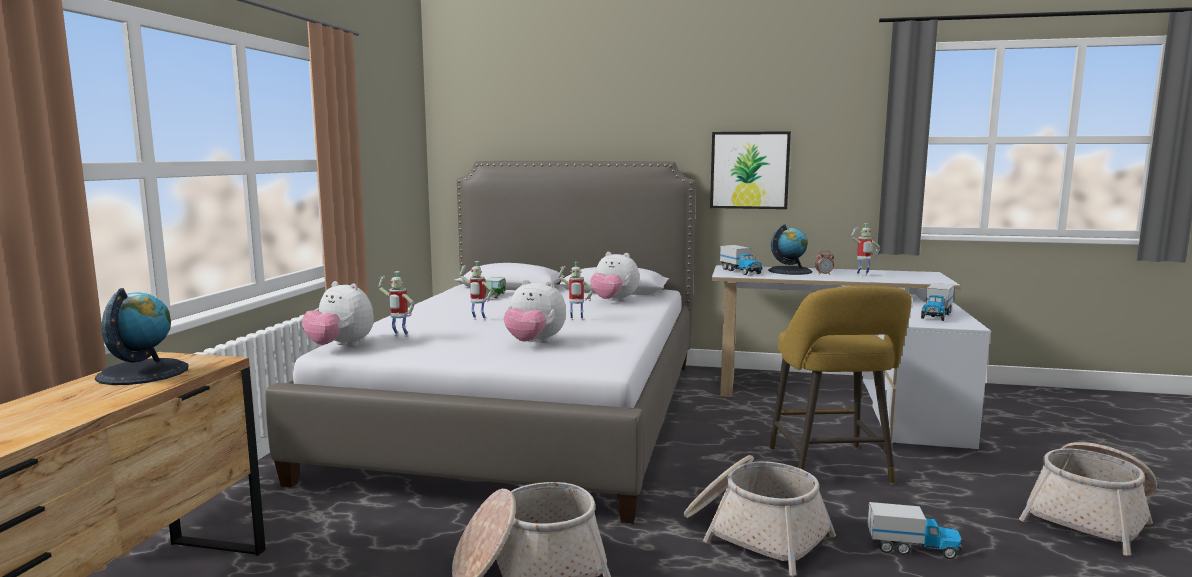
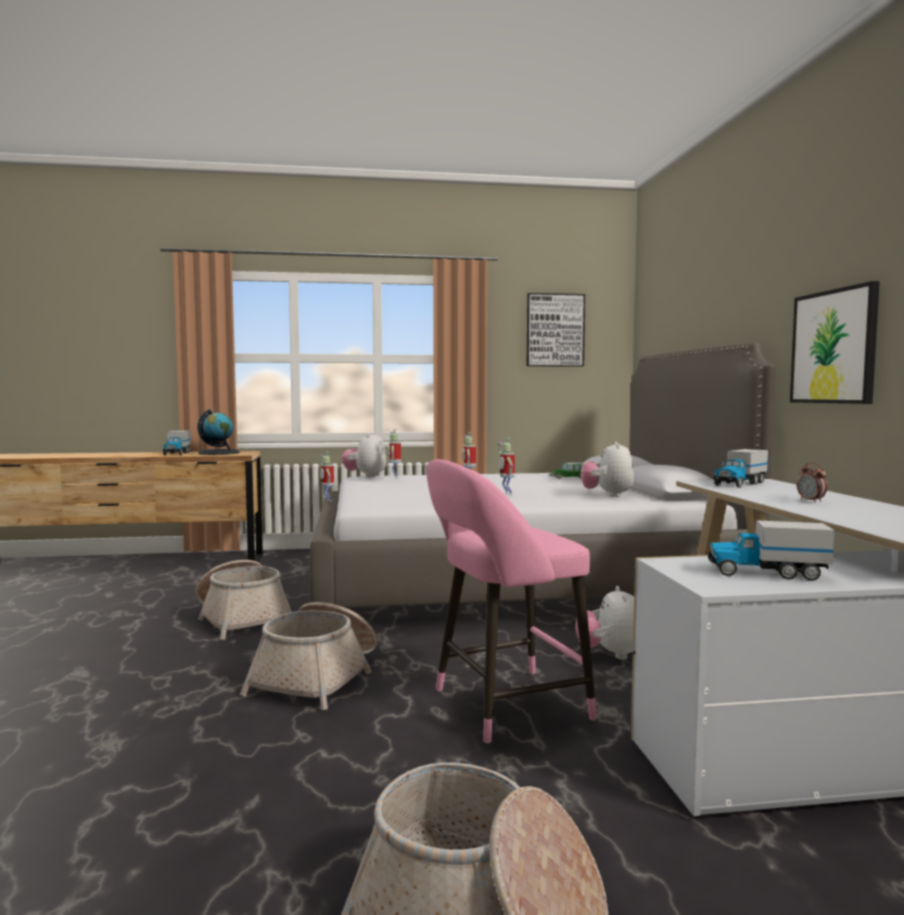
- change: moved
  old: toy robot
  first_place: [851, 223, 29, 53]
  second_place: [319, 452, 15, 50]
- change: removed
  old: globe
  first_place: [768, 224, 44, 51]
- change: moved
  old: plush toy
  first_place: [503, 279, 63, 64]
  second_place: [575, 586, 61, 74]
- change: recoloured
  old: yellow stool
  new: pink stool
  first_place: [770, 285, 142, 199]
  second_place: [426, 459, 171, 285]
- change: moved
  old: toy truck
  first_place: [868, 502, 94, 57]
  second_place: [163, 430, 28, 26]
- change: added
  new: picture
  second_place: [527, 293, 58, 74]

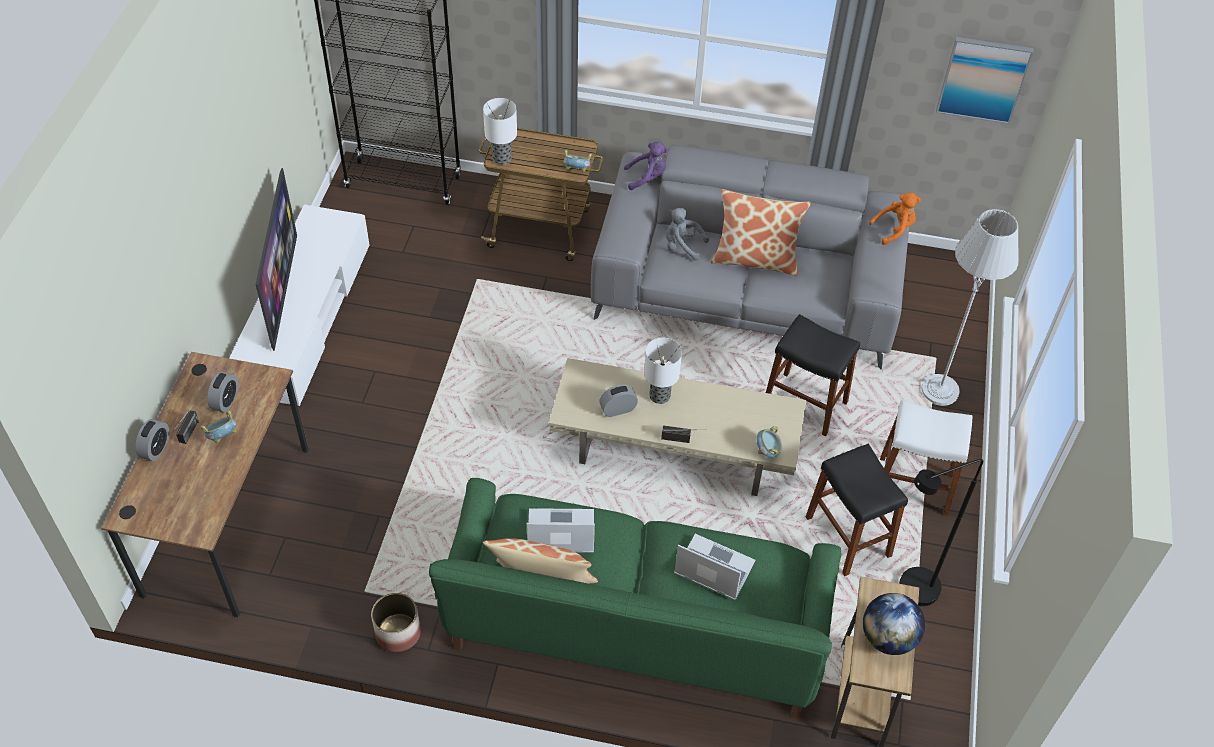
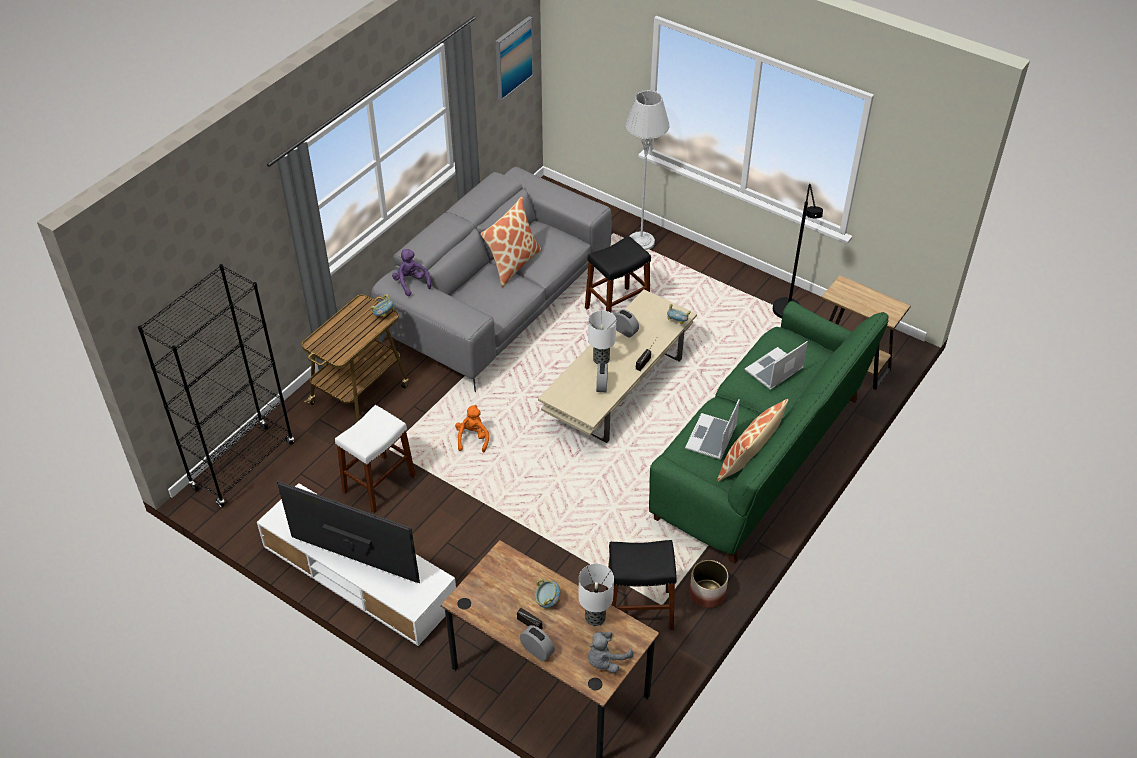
- change: moved
  old: table lamp
  first_place: [483, 98, 34, 67]
  second_place: [579, 564, 35, 62]
- change: turned
  old: purple plush toy
  first_place: [624, 142, 44, 48]
  second_place: [392, 249, 39, 47]
  degrees: -45
- change: moved
  old: orange plush toy
  first_place: [869, 192, 52, 53]
  second_place: [455, 405, 34, 47]
- change: moved
  old: grey plush toy
  first_place: [666, 208, 43, 53]
  second_place: [588, 632, 45, 41]
- change: moved
  old: alarm clock
  first_place: [207, 372, 32, 40]
  second_place: [614, 309, 25, 29]
- change: moved
  old: white stool
  first_place: [880, 400, 92, 116]
  second_place: [335, 405, 81, 108]
- change: moved
  old: black stool
  first_place: [806, 444, 102, 132]
  second_place: [605, 540, 72, 90]
- change: removed
  old: globe
  first_place: [863, 593, 62, 62]

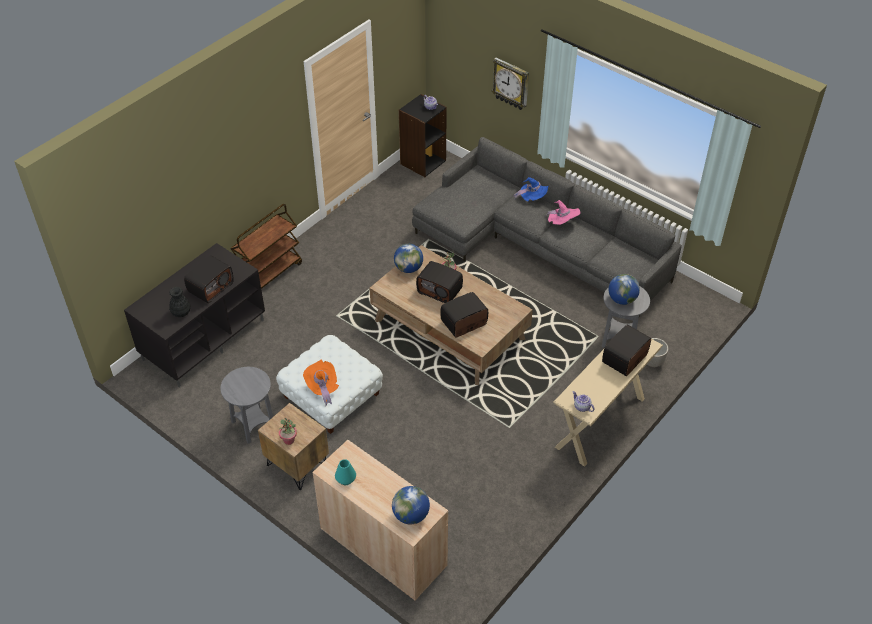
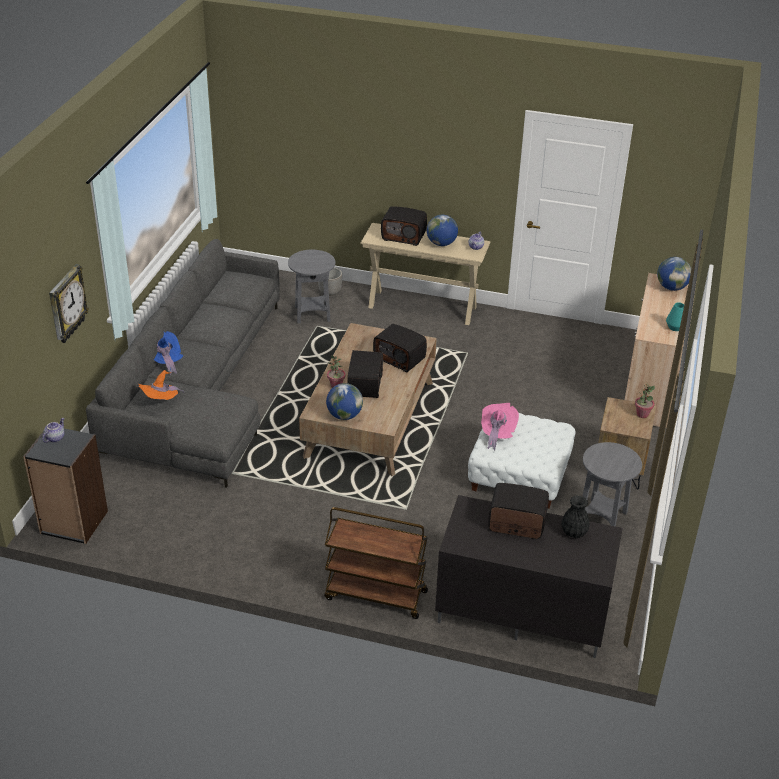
- change: moved
  old: pink hat
  first_place: [545, 200, 35, 25]
  second_place: [481, 403, 38, 47]
- change: moved
  old: globe
  first_place: [609, 274, 31, 31]
  second_place: [427, 215, 31, 31]
- change: moved
  old: orange hat
  first_place: [303, 360, 36, 46]
  second_place: [138, 370, 47, 30]

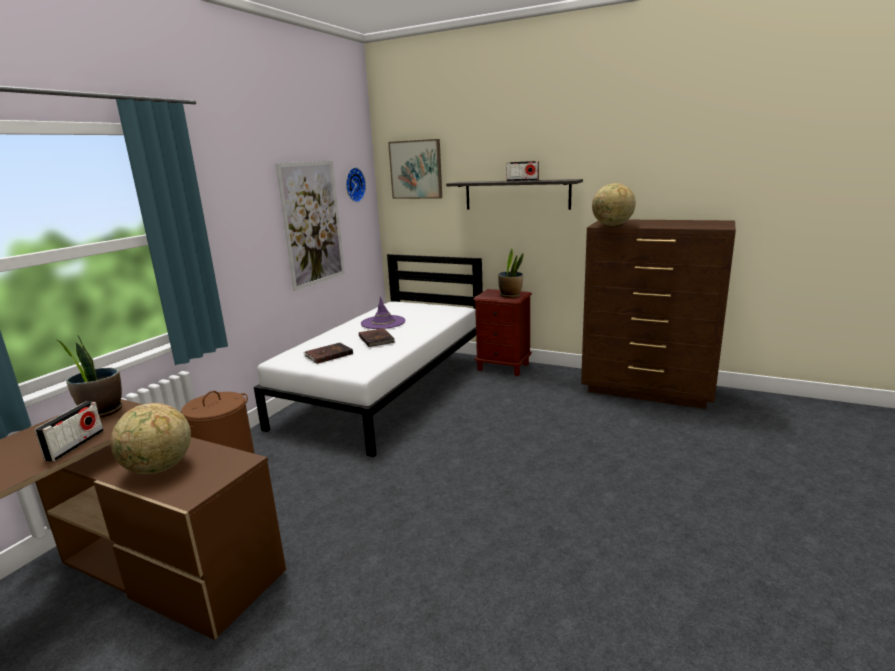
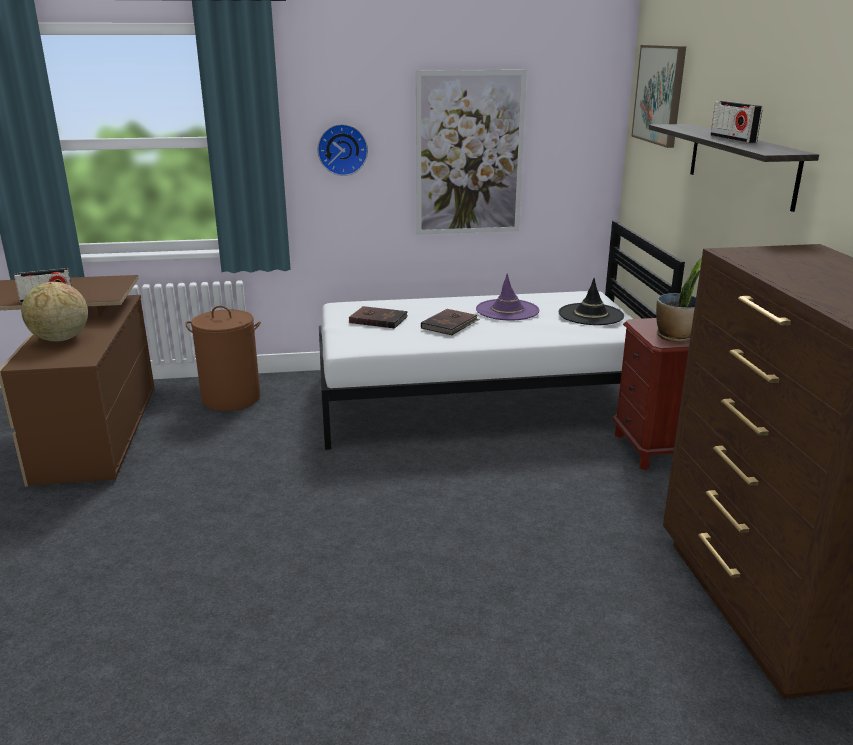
- change: moved
  old: wall clock
  first_place: [346, 168, 20, 34]
  second_place: [317, 124, 51, 52]
- change: removed
  old: globe
  first_place: [592, 183, 44, 43]
- change: removed
  old: potted plant
  first_place: [57, 335, 66, 83]
- change: added
  new: black hat
  second_place: [559, 278, 65, 47]

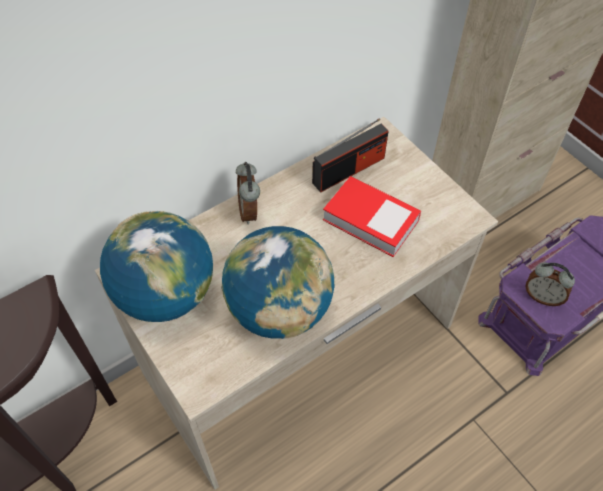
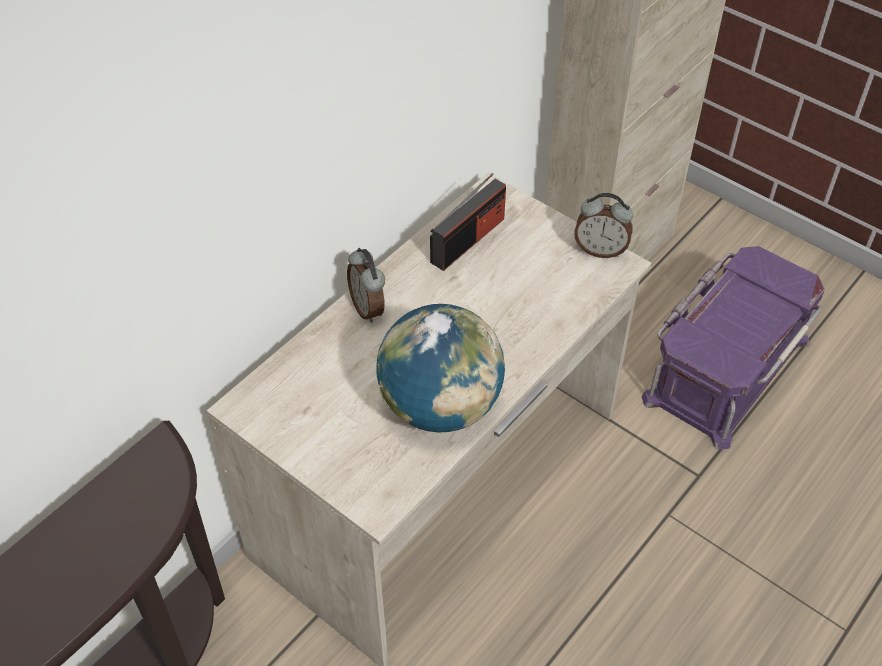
- change: removed
  old: book
  first_place: [323, 176, 98, 81]
- change: removed
  old: globe
  first_place: [100, 211, 113, 111]
- change: moved
  old: alarm clock
  first_place: [525, 263, 50, 43]
  second_place: [574, 193, 59, 65]

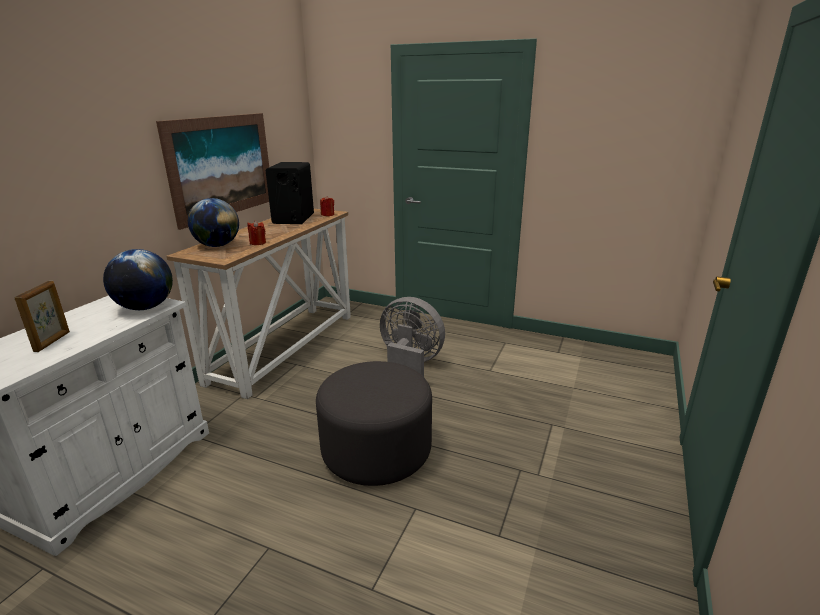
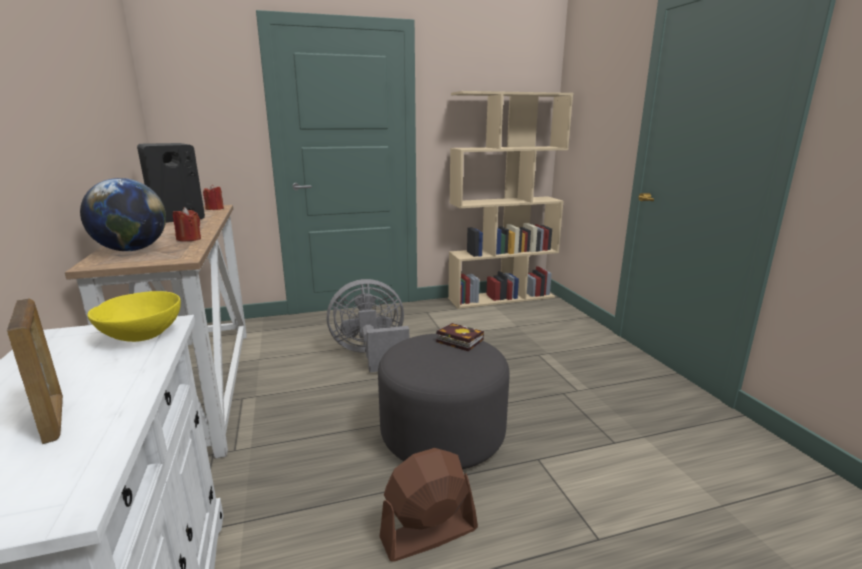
- change: removed
  old: picture
  first_place: [156, 113, 113, 117]
- change: replaced
  old: globe
  new: yellow bowl
  first_place: [103, 249, 70, 61]
  second_place: [88, 291, 93, 51]
- change: added
  new: beige bookcase
  second_place: [448, 91, 125, 218]
- change: added
  new: book
  second_place: [436, 323, 48, 28]
- change: added
  new: brown fan
  second_place: [379, 448, 99, 114]

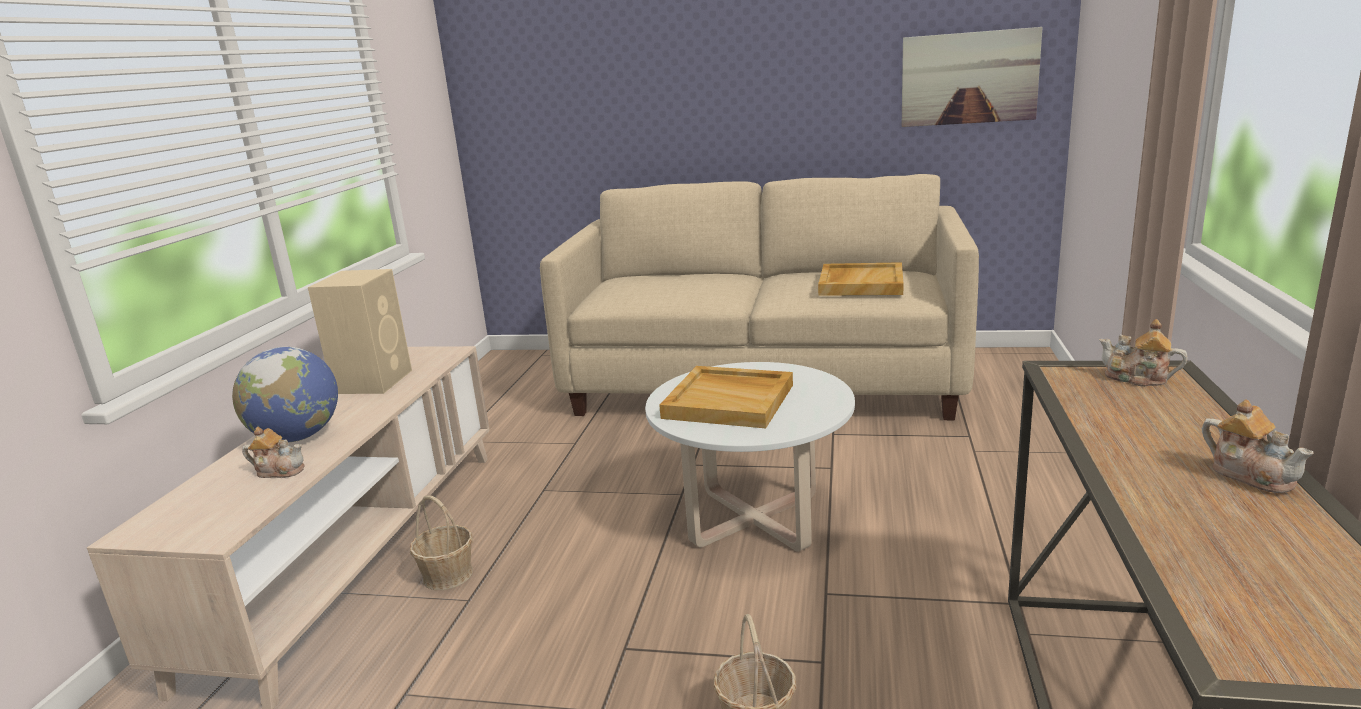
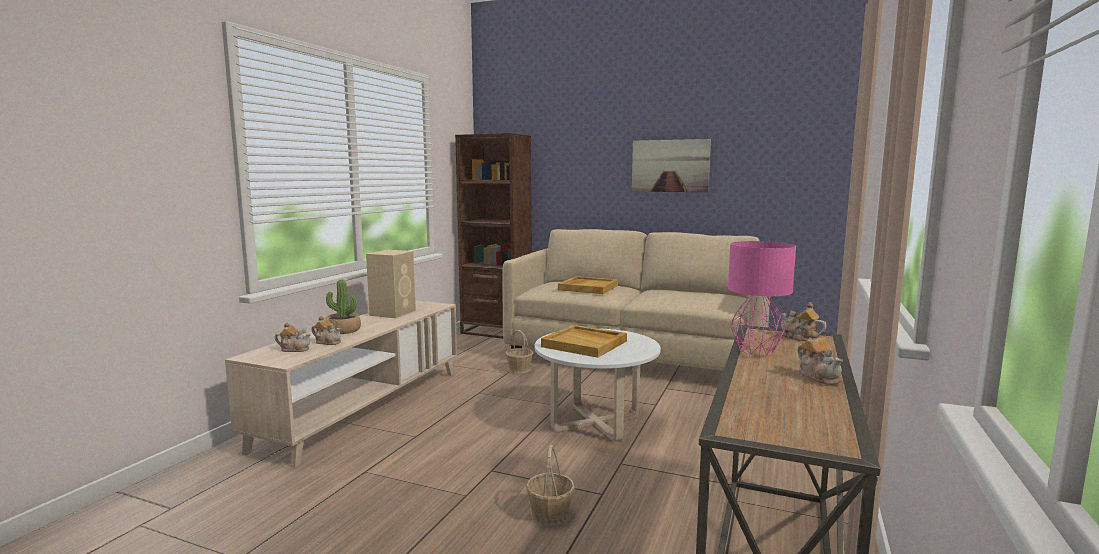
- change: moved
  old: picture
  first_place: [902, 27, 141, 100]
  second_place: [632, 139, 79, 53]
- change: moved
  old: beige tray
  first_place: [818, 262, 86, 34]
  second_place: [558, 276, 60, 18]
- change: replaced
  old: globe
  new: potted plant
  first_place: [232, 347, 106, 95]
  second_place: [326, 279, 35, 55]
- change: moved
  old: basket
  first_place: [410, 495, 63, 95]
  second_place: [505, 330, 28, 44]
- change: added
  new: brown bookcase
  second_place: [455, 133, 76, 206]
- change: added
  new: pink table lamp
  second_place: [728, 241, 68, 115]
- change: added
  new: teapot
  second_place: [275, 322, 36, 30]

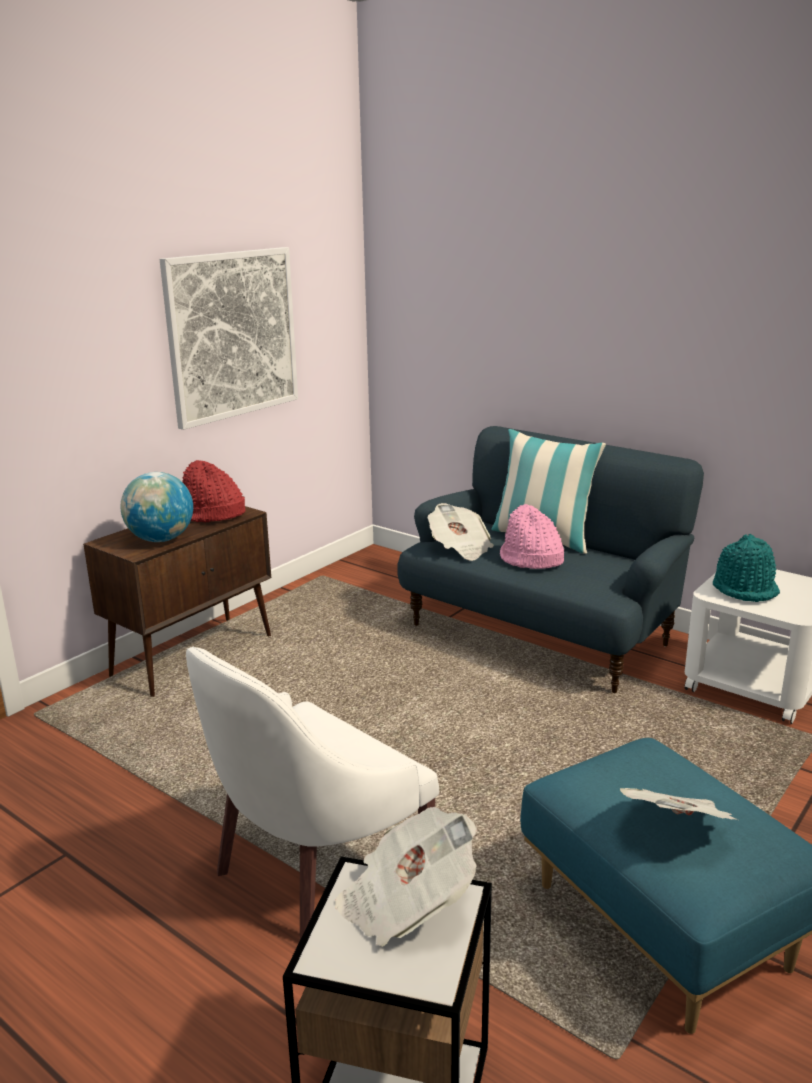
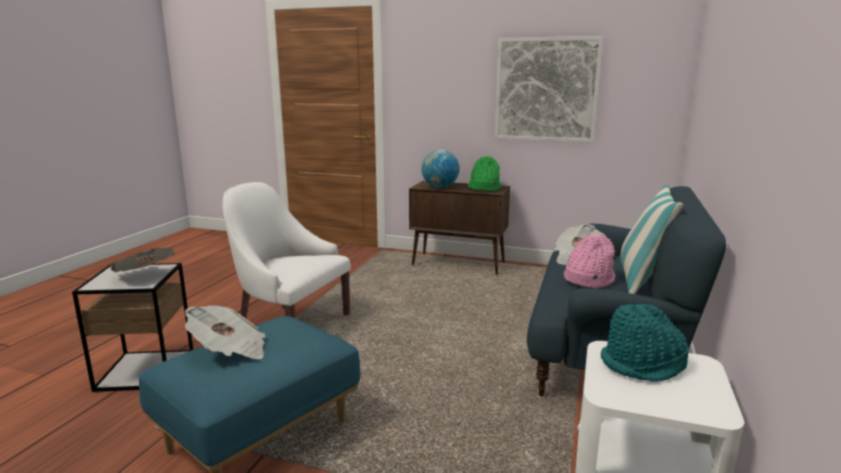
- change: recoloured
  old: red hat
  new: green hat
  first_place: [182, 460, 64, 63]
  second_place: [468, 156, 33, 35]

